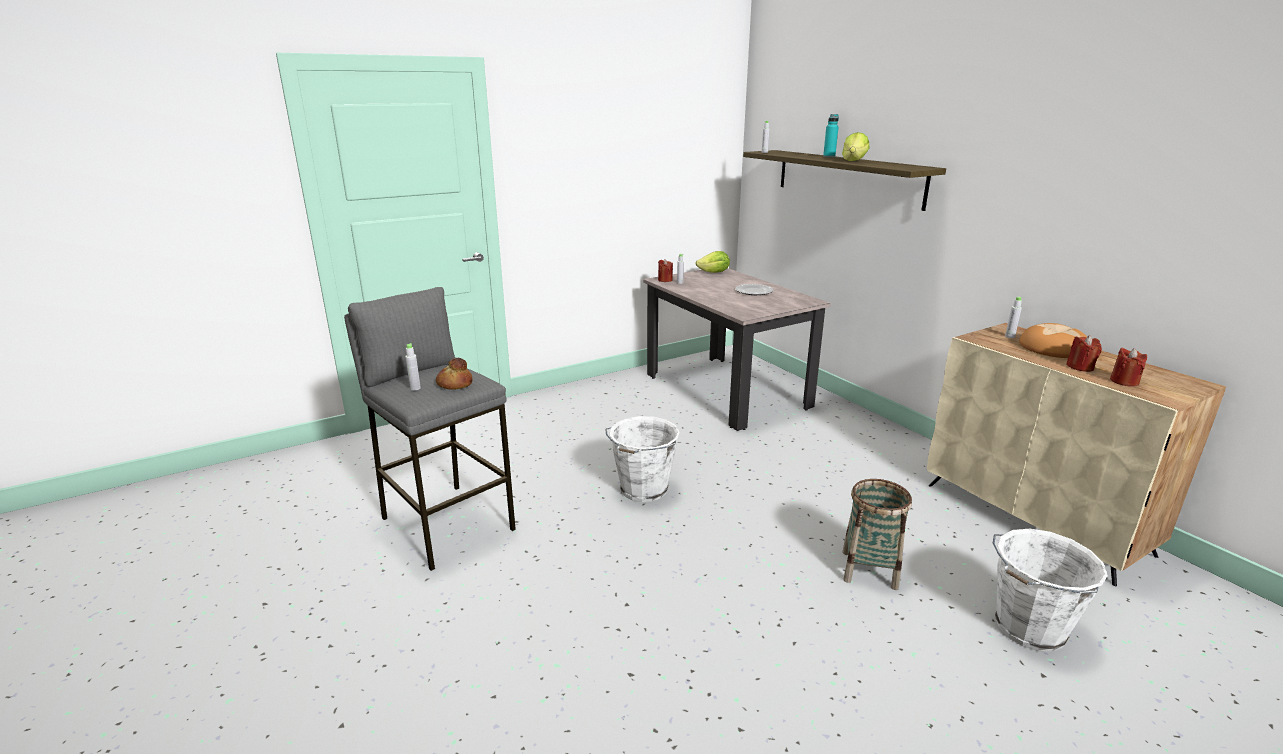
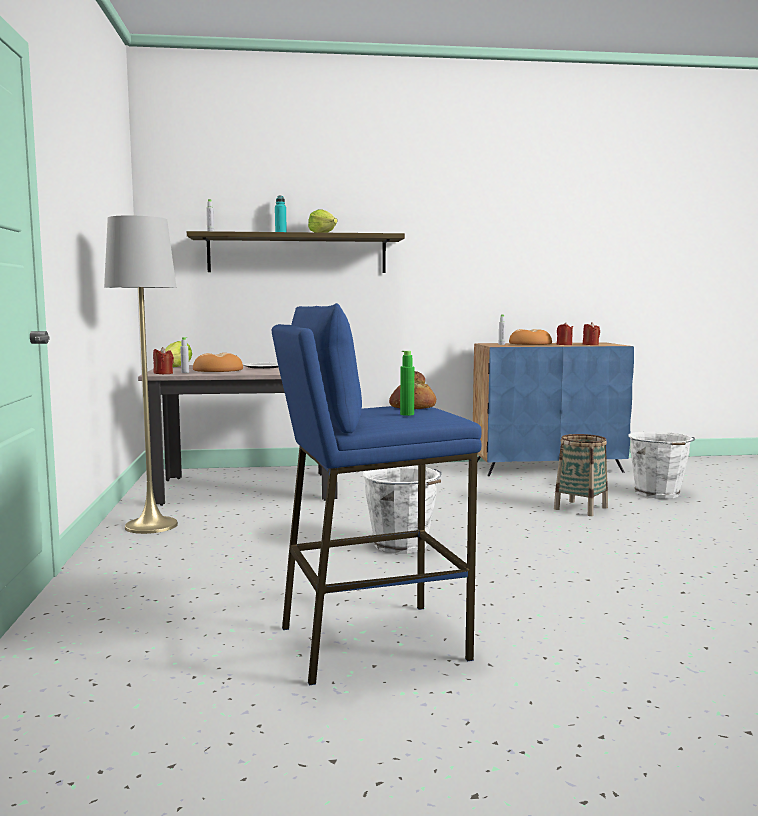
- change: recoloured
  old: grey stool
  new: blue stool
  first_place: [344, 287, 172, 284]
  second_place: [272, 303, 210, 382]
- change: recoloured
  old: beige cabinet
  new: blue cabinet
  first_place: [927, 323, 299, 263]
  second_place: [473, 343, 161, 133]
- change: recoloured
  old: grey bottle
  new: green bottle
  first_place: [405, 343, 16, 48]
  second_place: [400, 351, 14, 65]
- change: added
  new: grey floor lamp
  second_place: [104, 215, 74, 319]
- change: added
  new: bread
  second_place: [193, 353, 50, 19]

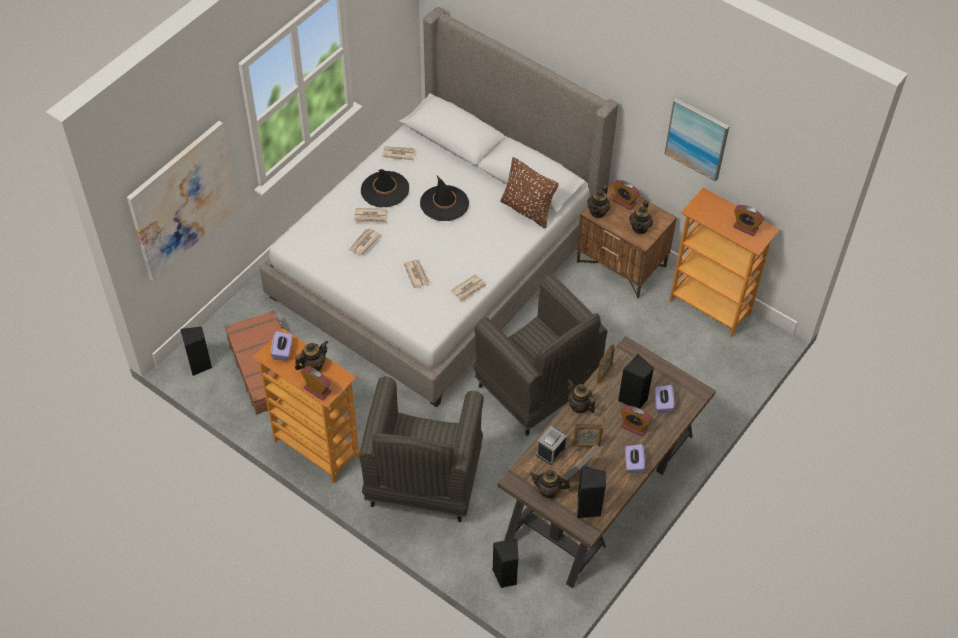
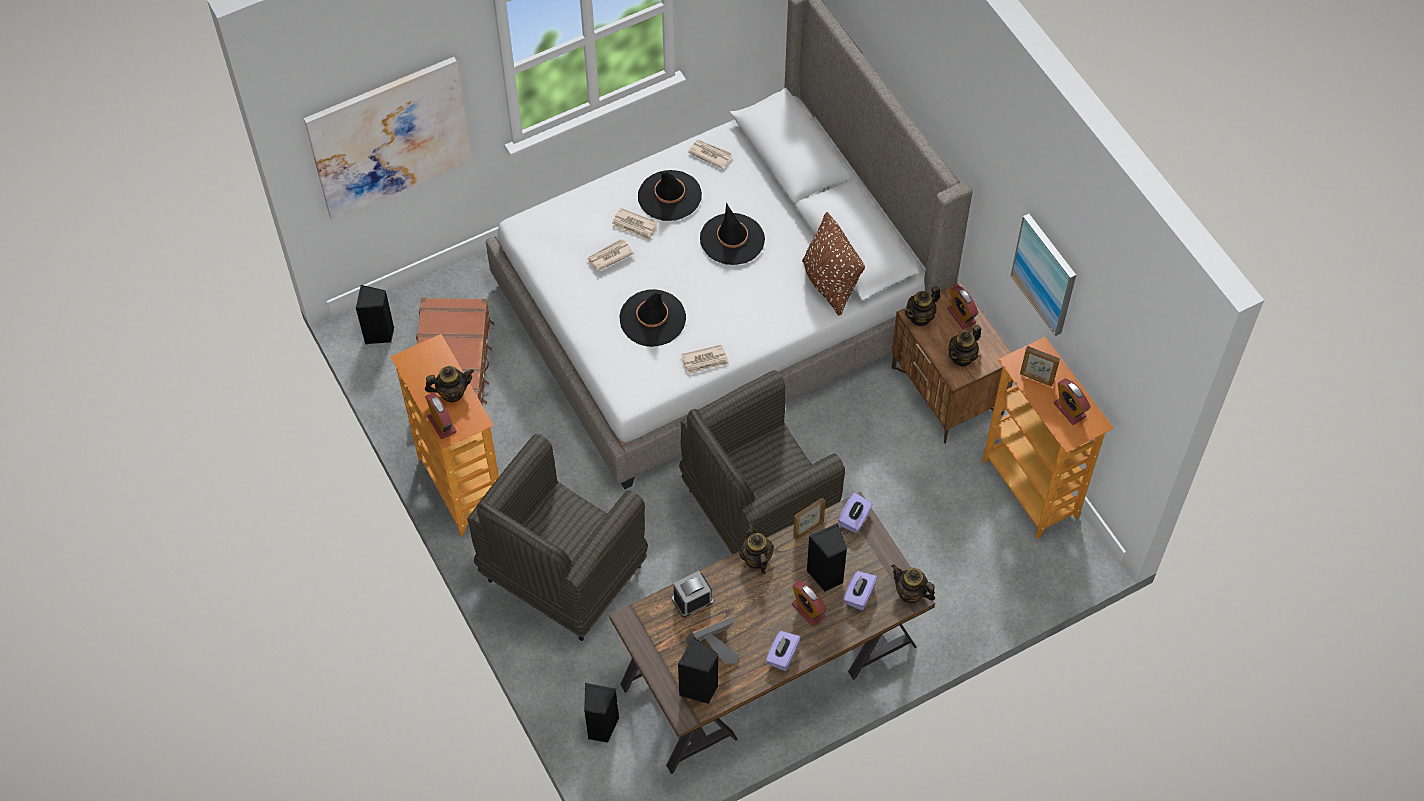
- change: replaced
  old: newspaper
  new: black hat
  first_place: [404, 260, 27, 28]
  second_place: [619, 289, 67, 58]
- change: turned
  old: grey armchair
  first_place: [474, 274, 133, 162]
  second_place: [679, 370, 166, 184]
  degrees: 75
- change: moved
  old: purple tissue box
  first_place: [271, 331, 21, 30]
  second_place: [838, 492, 34, 41]
- change: moved
  old: picture frame
  first_place: [573, 424, 30, 23]
  second_place: [1020, 346, 40, 40]
- change: moved
  old: teapot
  first_place: [530, 469, 40, 30]
  second_place: [891, 564, 44, 40]

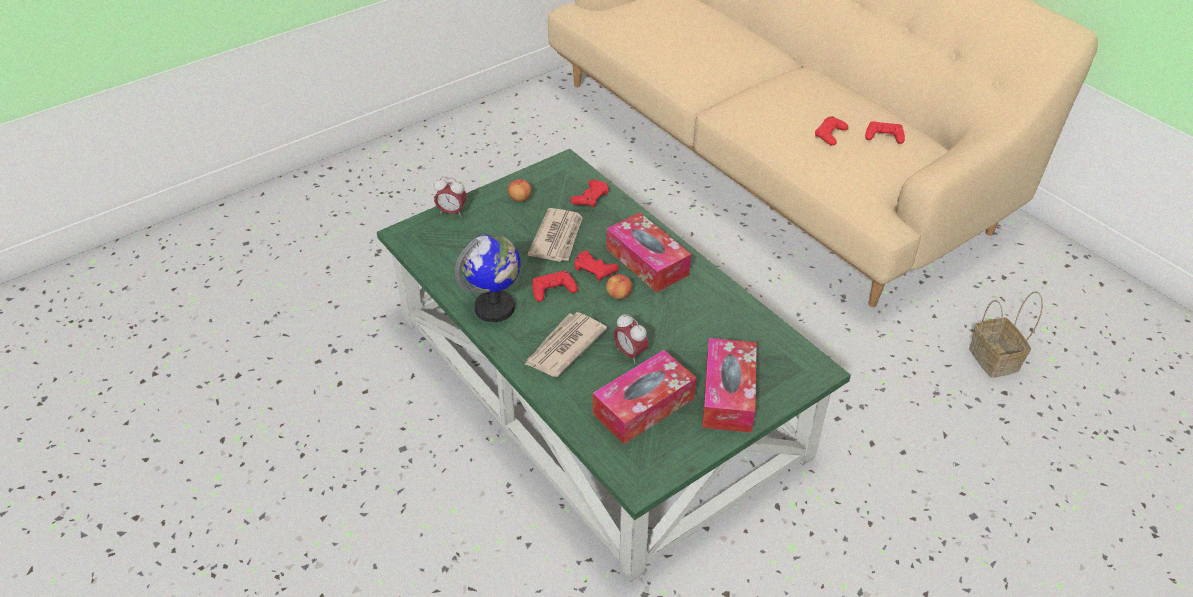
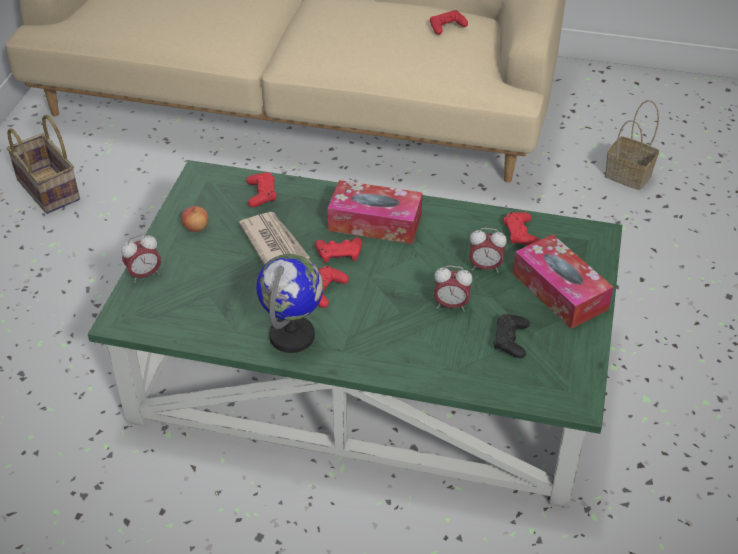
- change: moved
  old: red game controller
  first_place: [815, 116, 33, 30]
  second_place: [504, 212, 36, 34]
- change: removed
  old: apple
  first_place: [606, 274, 26, 25]
- change: removed
  old: newspaper
  first_place: [524, 312, 83, 65]
- change: replaced
  old: tissue box
  new: black game controller
  first_place: [593, 350, 104, 94]
  second_place: [493, 314, 37, 44]
- change: added
  new: basket
  second_place: [7, 115, 73, 99]
- change: added
  new: alarm clock
  second_place: [469, 228, 38, 45]

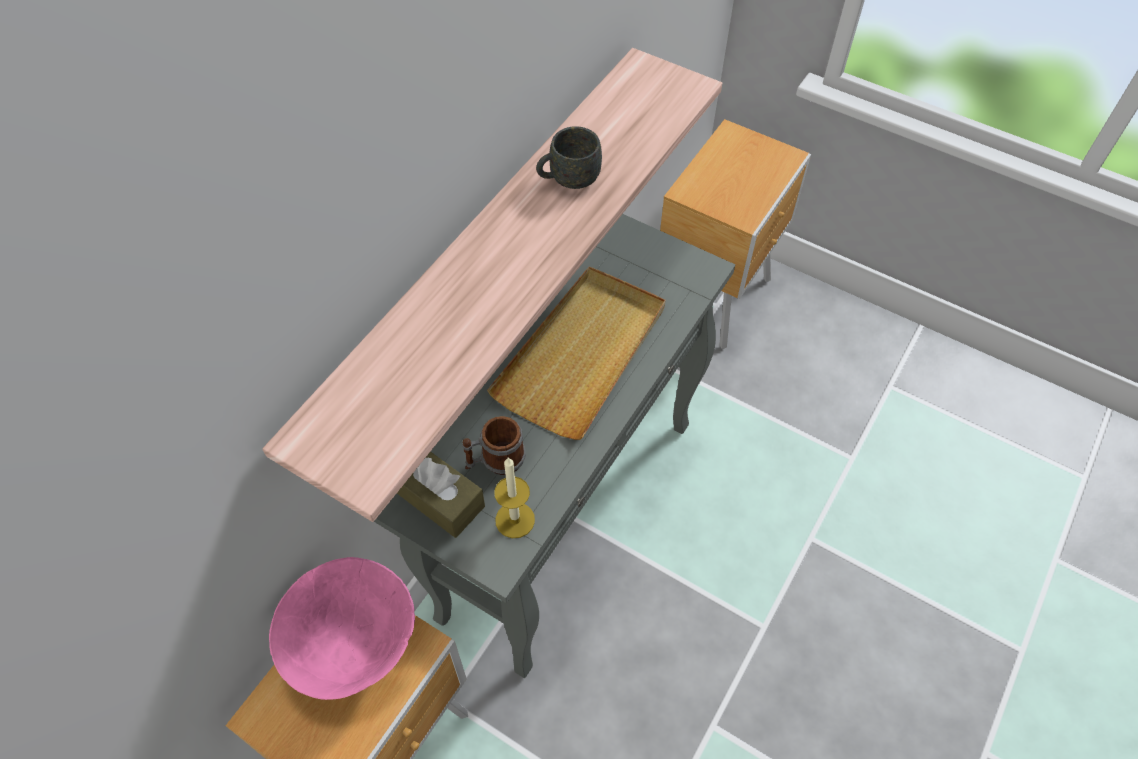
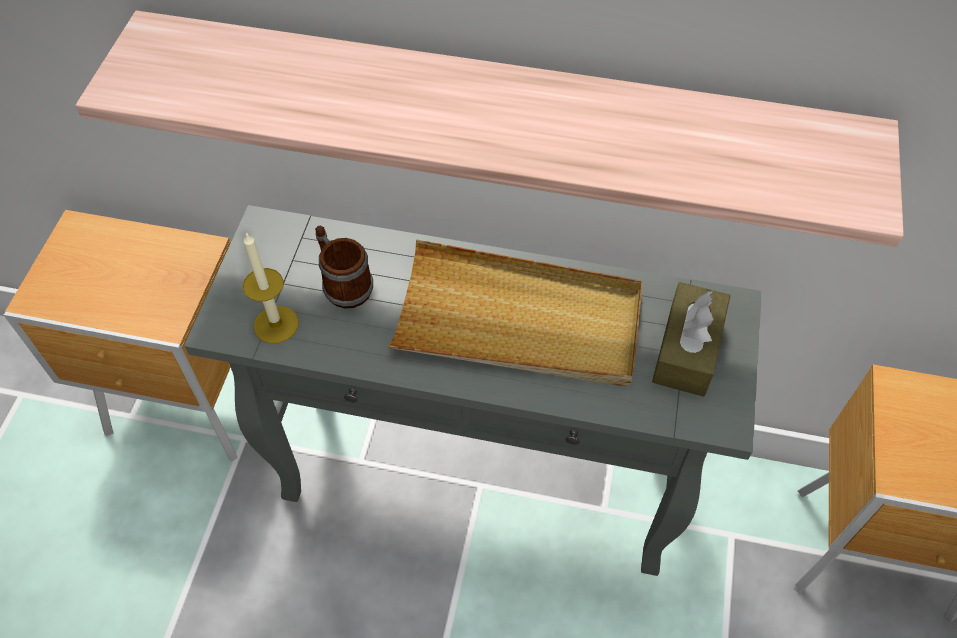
- change: removed
  old: grey mug
  first_place: [536, 126, 66, 63]
- change: moved
  old: brown tissue box
  first_place: [397, 451, 88, 87]
  second_place: [652, 282, 78, 115]
- change: removed
  old: pink bowl
  first_place: [269, 557, 146, 143]

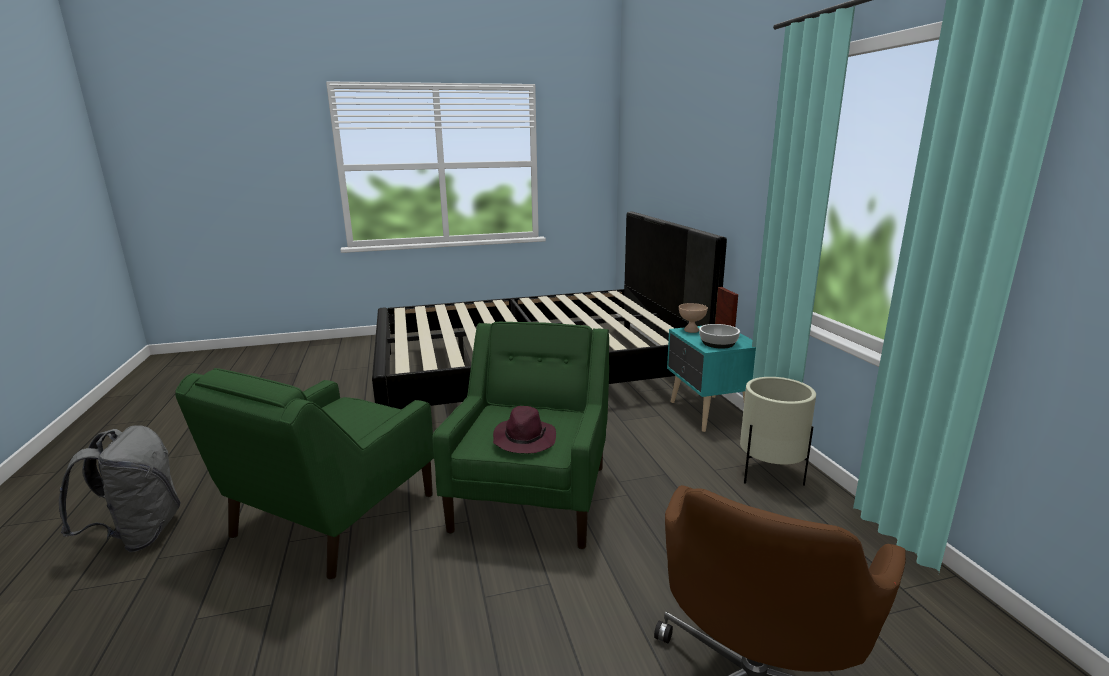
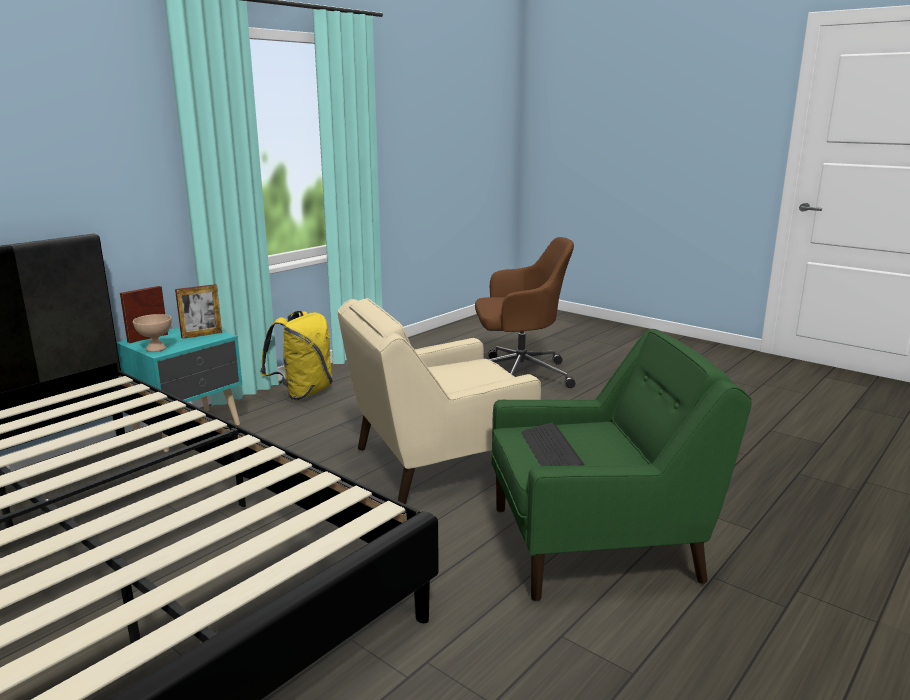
- change: recoloured
  old: green armchair
  new: beige armchair
  first_place: [432, 322, 177, 227]
  second_place: [338, 298, 203, 206]
- change: replaced
  old: bowl
  new: picture frame
  first_place: [699, 324, 41, 25]
  second_place: [175, 284, 47, 55]
- change: replaced
  old: beige planter
  new: yellow backpack
  first_place: [740, 377, 76, 109]
  second_place: [260, 311, 73, 89]
- change: removed
  old: purple hat
  first_place: [493, 406, 63, 47]
- change: removed
  old: grey backpack
  first_place: [59, 425, 121, 127]
- change: added
  new: keyboard
  second_place: [521, 423, 64, 43]

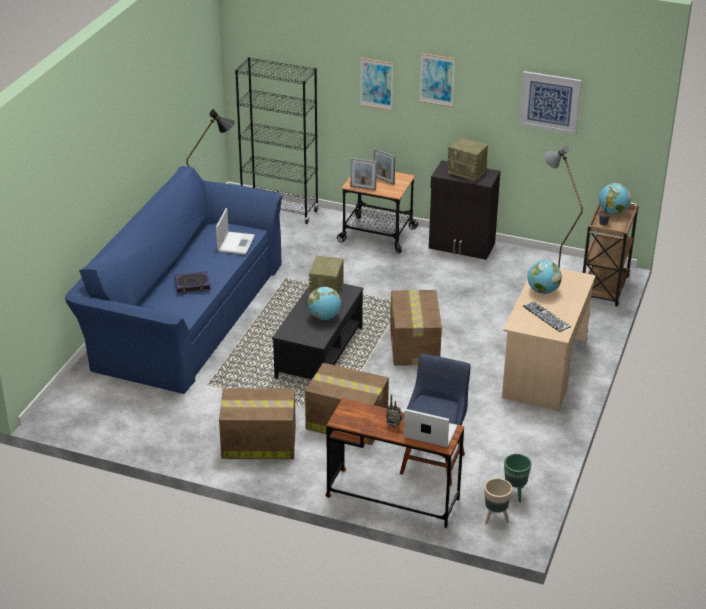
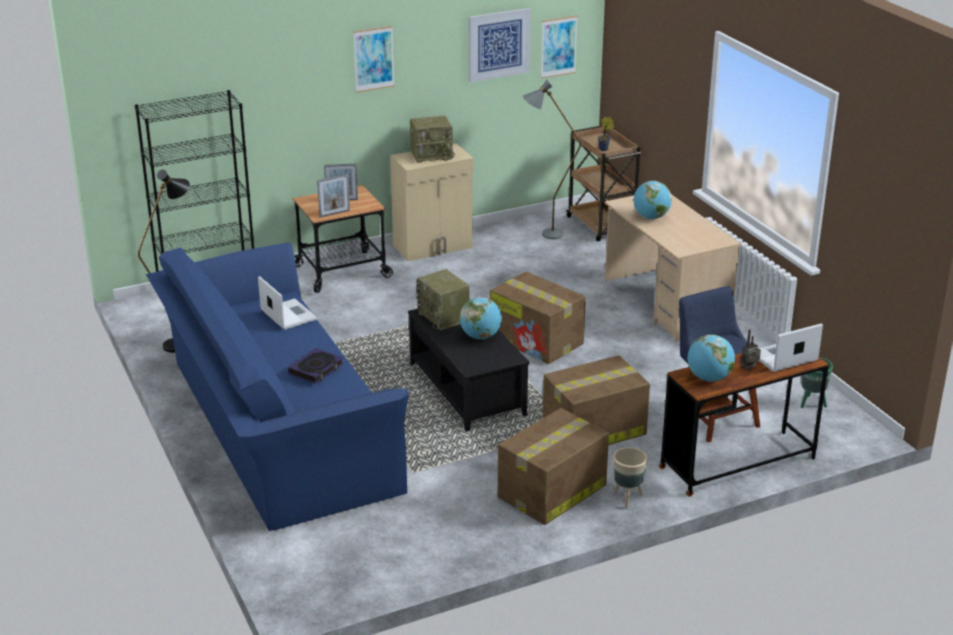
- change: moved
  old: picture
  first_place: [360, 58, 33, 53]
  second_place: [541, 15, 37, 63]
- change: recoloured
  old: black cabinet
  new: beige cabinet
  first_place: [429, 160, 71, 100]
  second_place: [390, 143, 84, 118]
- change: moved
  old: globe
  first_place: [599, 183, 32, 31]
  second_place: [687, 334, 48, 48]
- change: removed
  old: keyboard
  first_place: [523, 301, 48, 31]
- change: moved
  old: beige planter
  first_place: [484, 478, 28, 46]
  second_place: [613, 447, 34, 62]

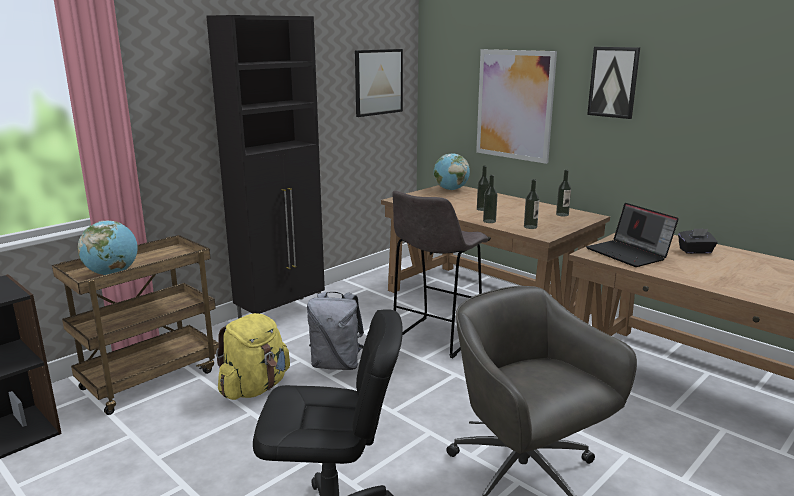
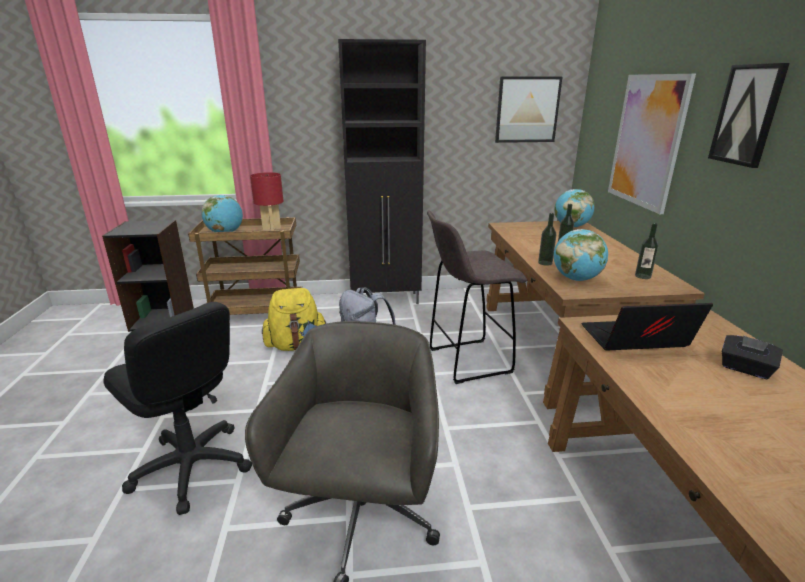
- change: replaced
  old: bottle
  new: globe
  first_place: [524, 179, 15, 50]
  second_place: [553, 229, 55, 52]
- change: turned
  old: laptop
  first_place: [586, 203, 93, 64]
  second_place: [581, 303, 132, 48]
  degrees: 75
- change: added
  new: red table lamp
  second_place: [250, 172, 33, 59]

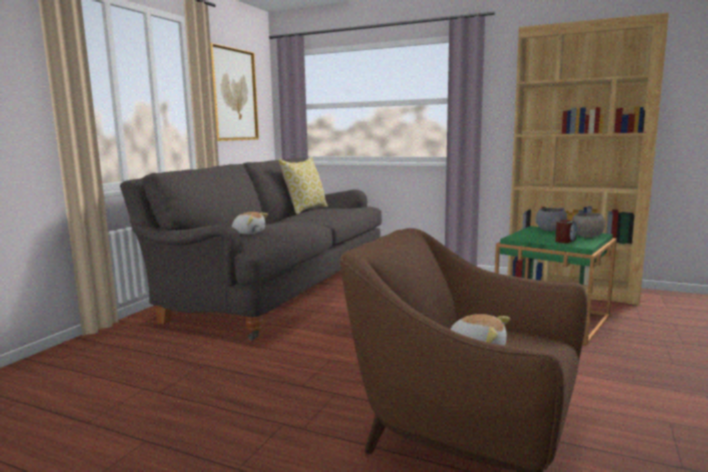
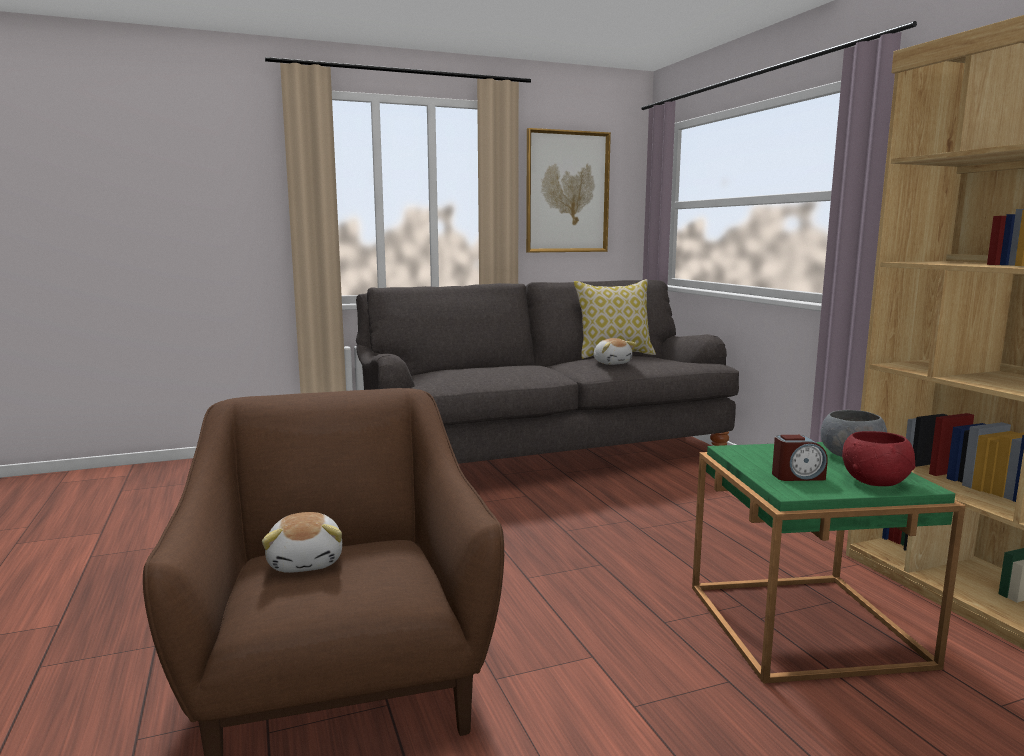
- change: moved
  old: plush toy
  first_place: [232, 212, 36, 22]
  second_place: [593, 338, 44, 27]
- change: recoloured
  old: grey bowl
  new: red bowl
  first_place: [572, 213, 33, 25]
  second_place: [842, 431, 73, 55]

